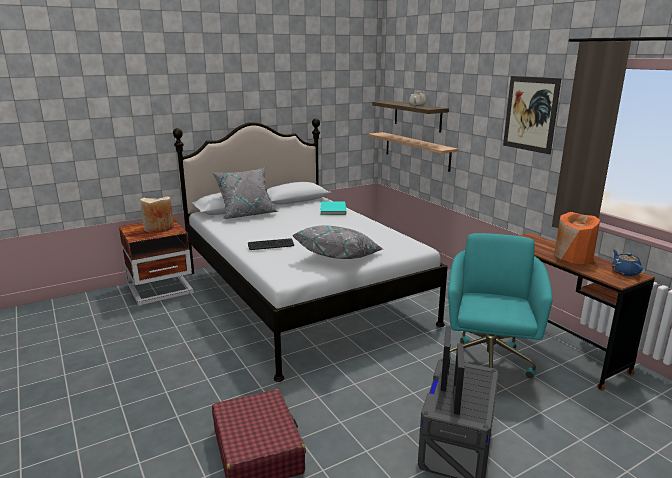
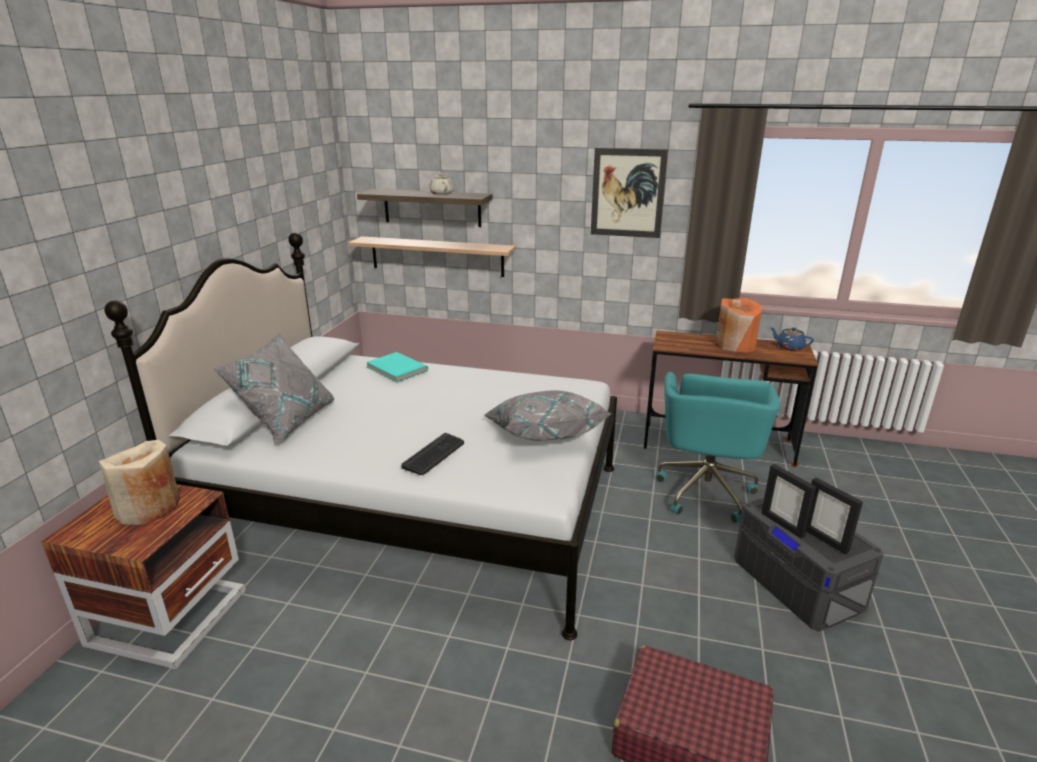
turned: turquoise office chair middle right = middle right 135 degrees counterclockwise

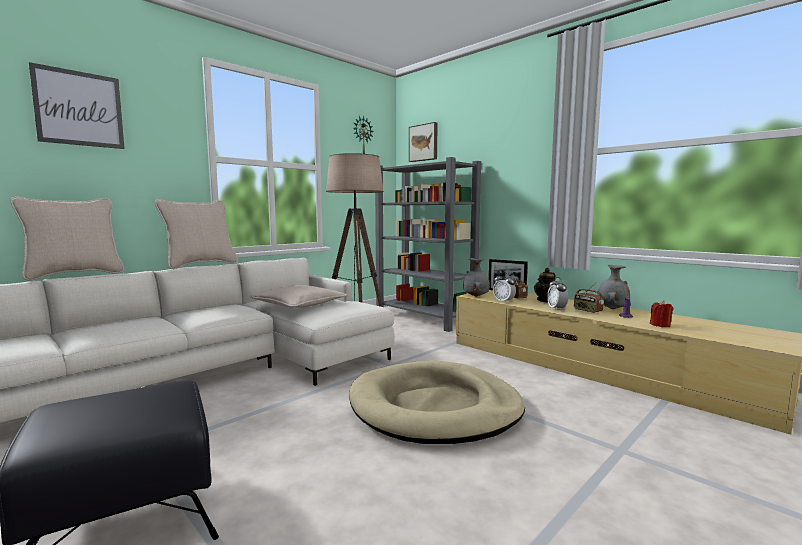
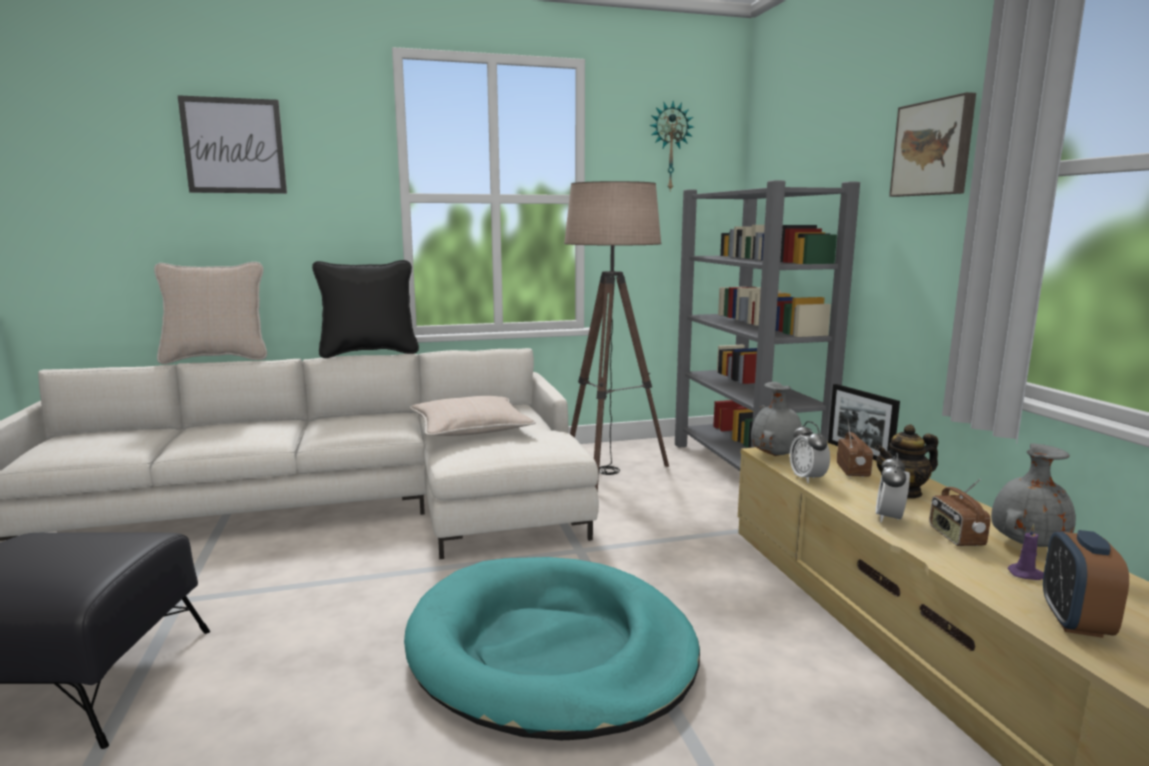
moved: picture (2nd from left) top centre to top right
replaced: red candle middle right to alarm clock (3rd from left) bottom right
recoloured: beige pillow (2nd from left) middle left to black pillow middle left; beige dog bed bottom centre to turquoise dog bed bottom centre

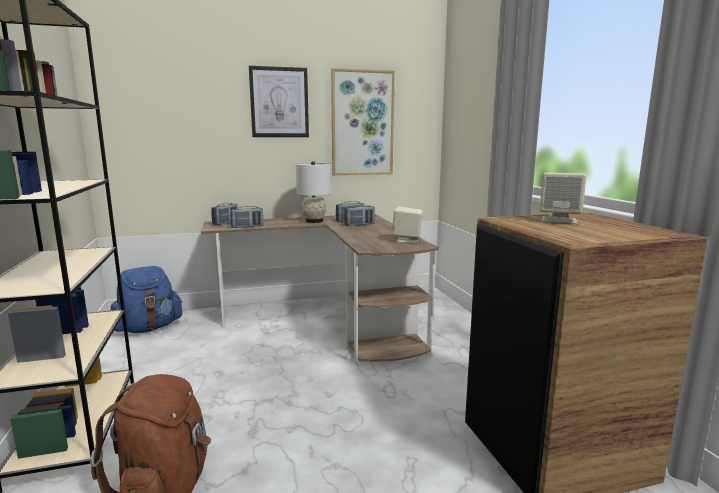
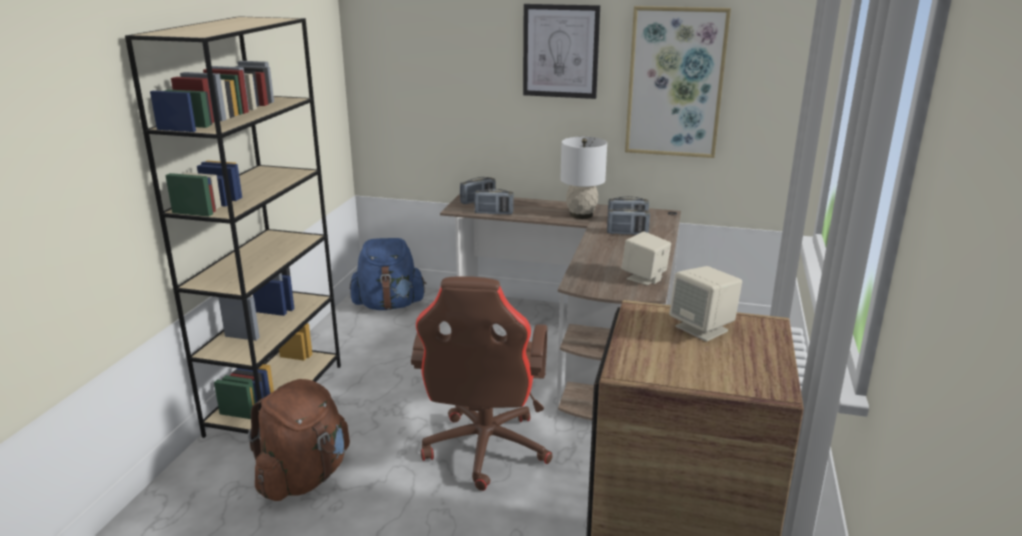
added: brown office chair bottom centre

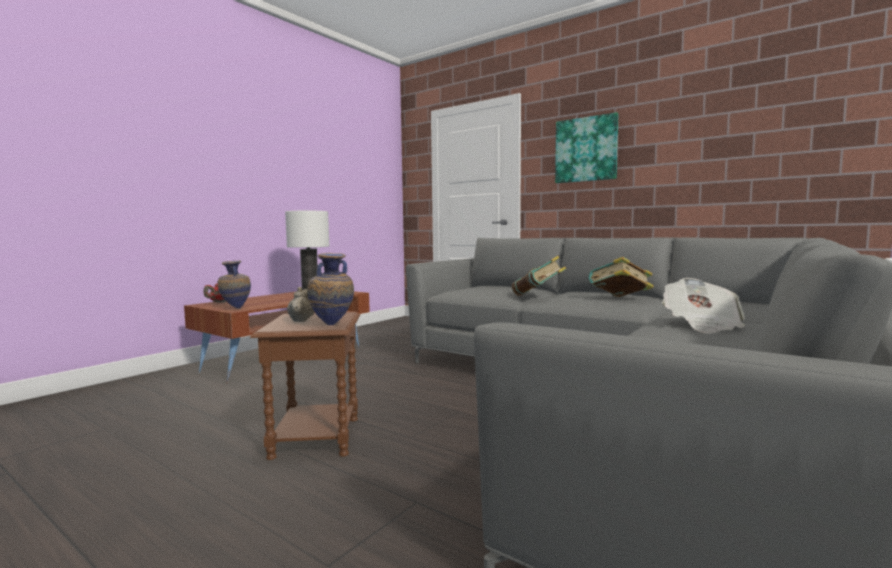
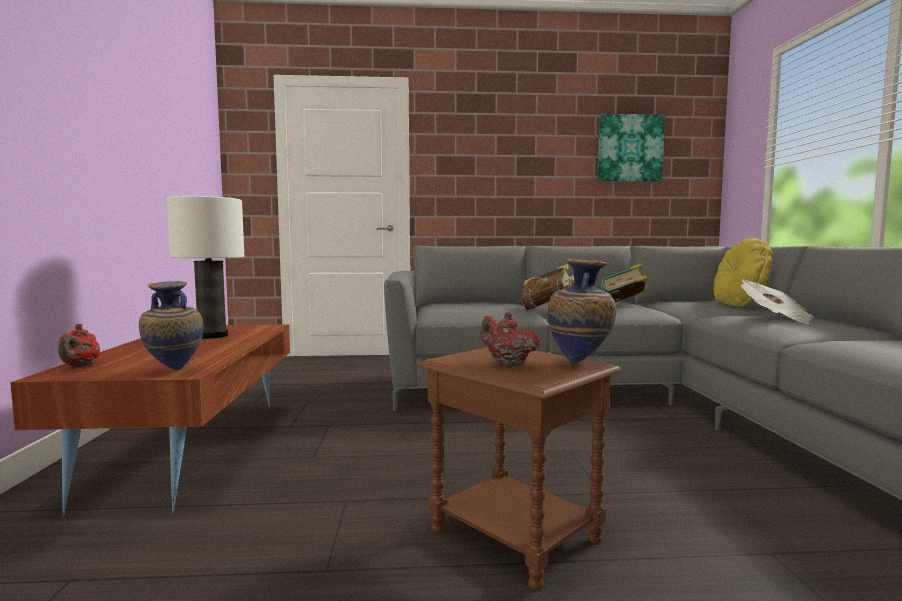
added: yellow pillow middle right
moved: picture top centre to top right
recoloured: beige teapot centre to red teapot (2nd from left) centre

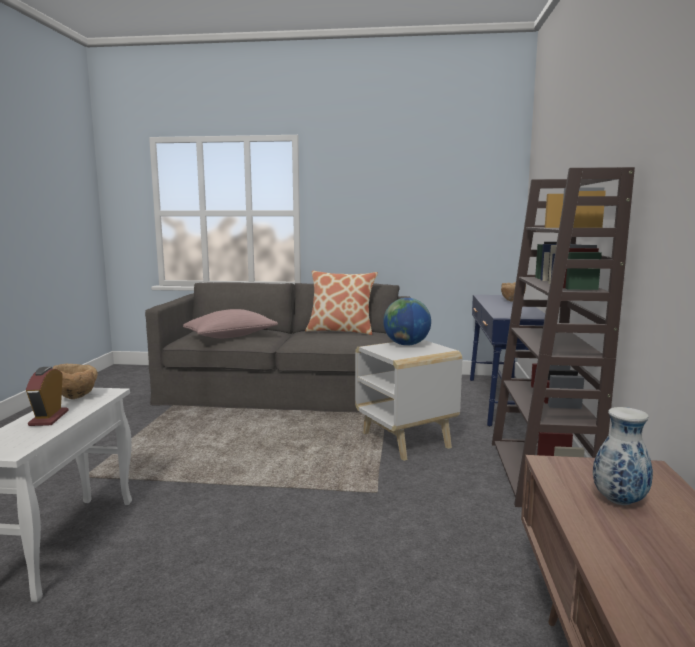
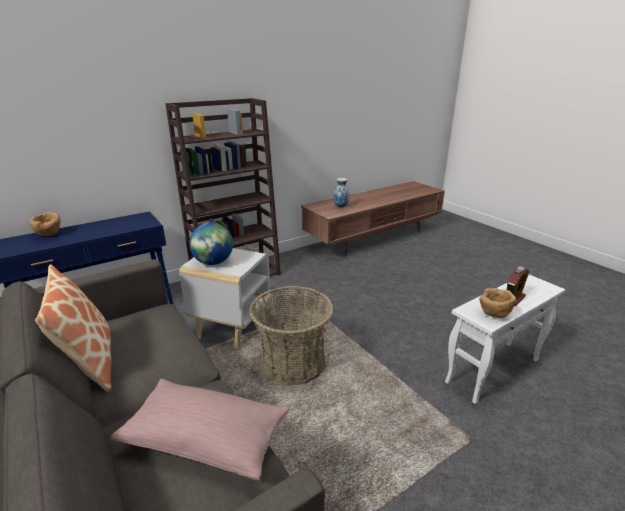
added: basket centre

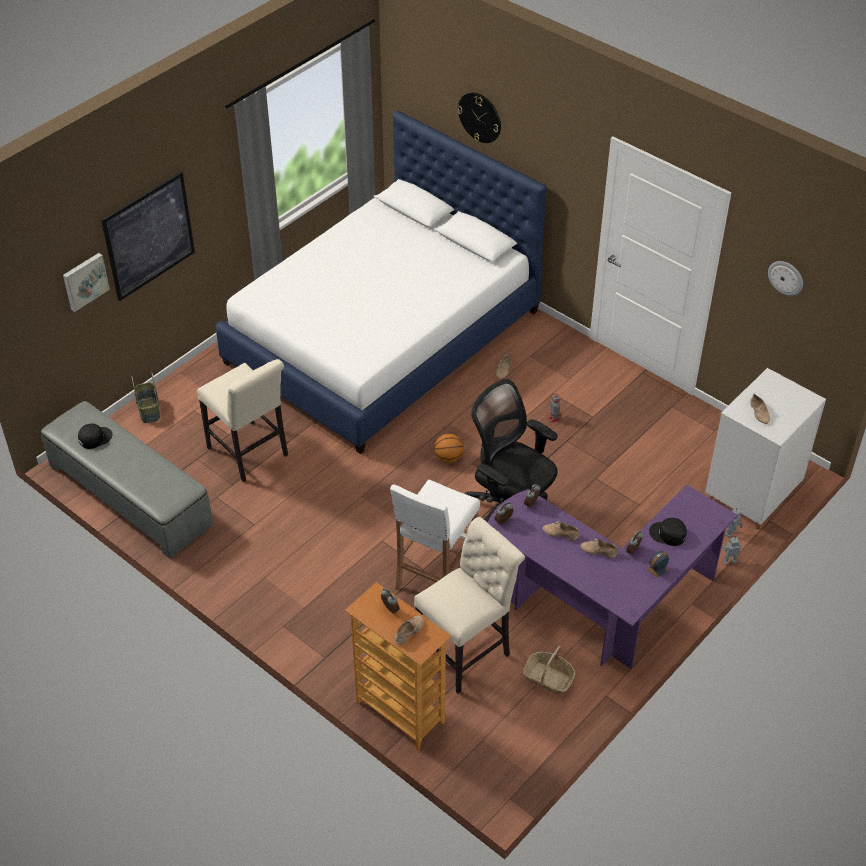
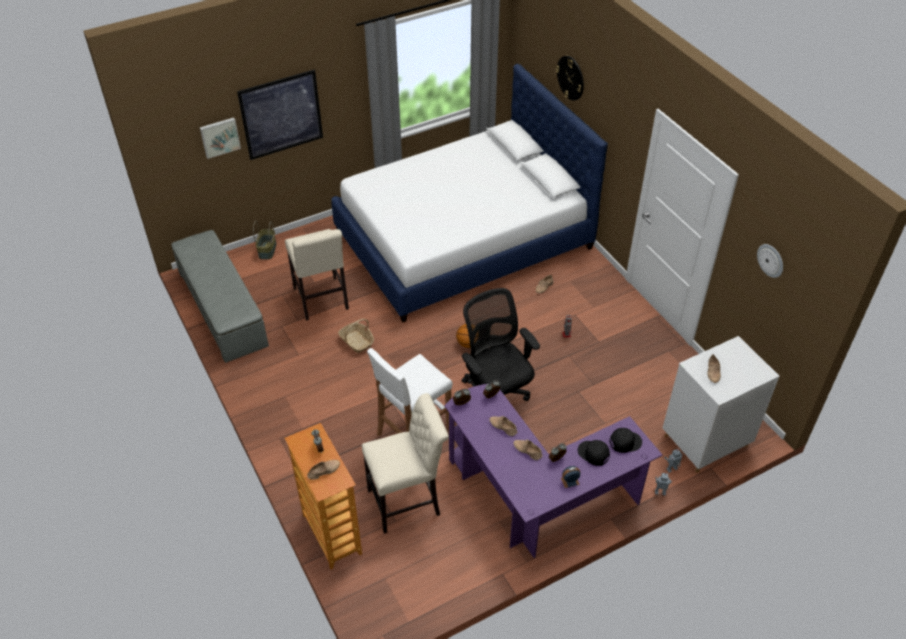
moved: basket (2nd from left) bottom centre to centre; black cap (1st from left in the first image) middle left to black cap (2nd from left) bottom right

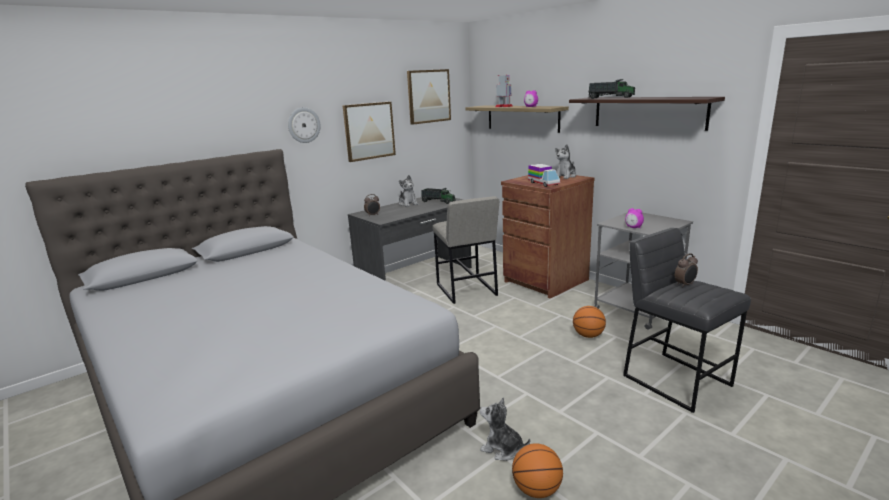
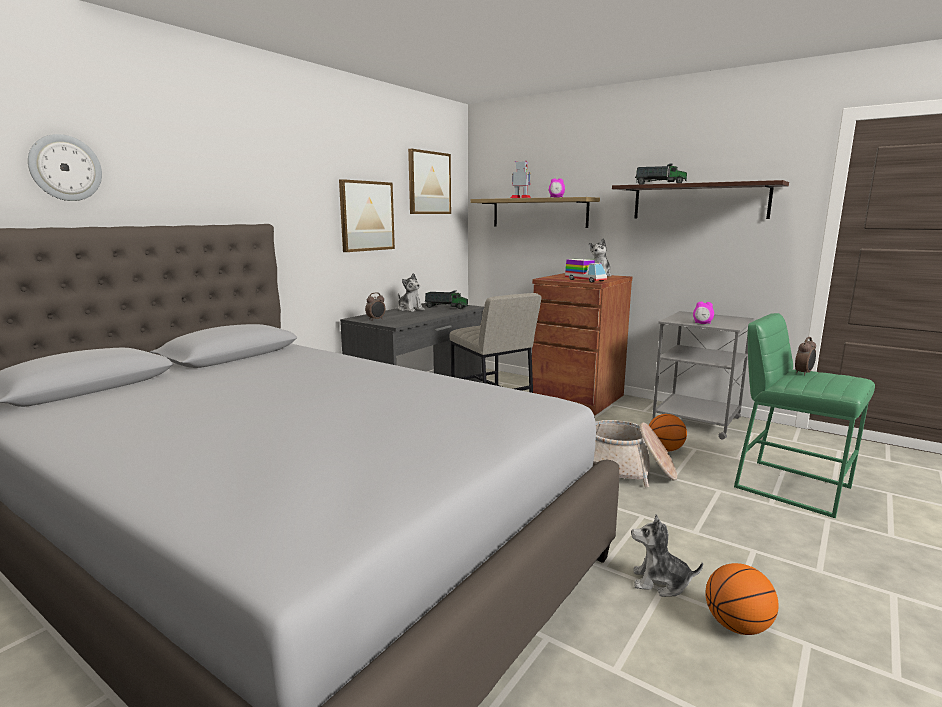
added: basket middle right
moved: wall clock top centre to top left
recoloured: grey stool middle right to green stool middle right

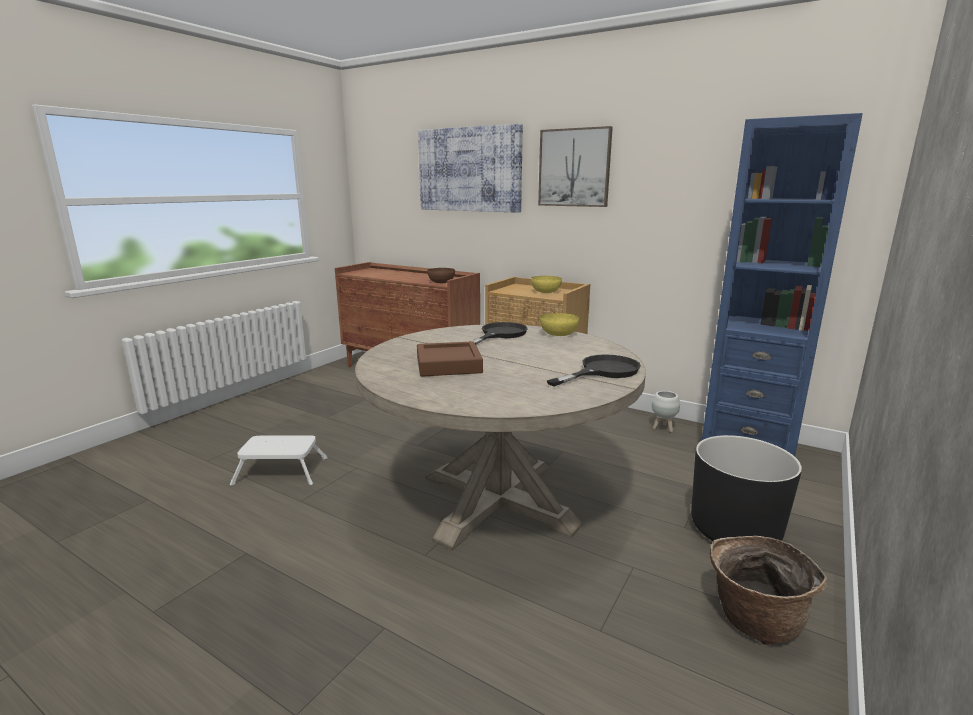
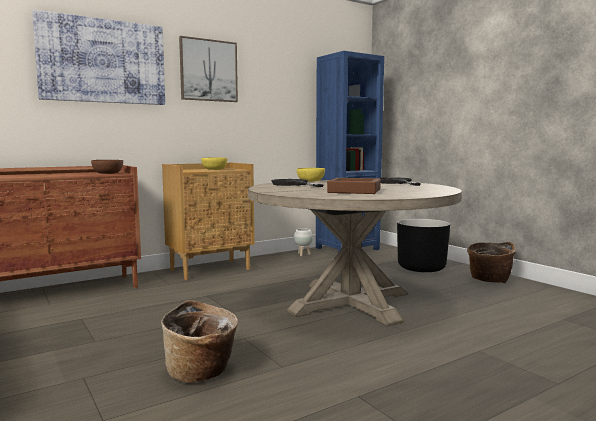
replaced: white step ladder middle left to basket (1st from left) bottom centre

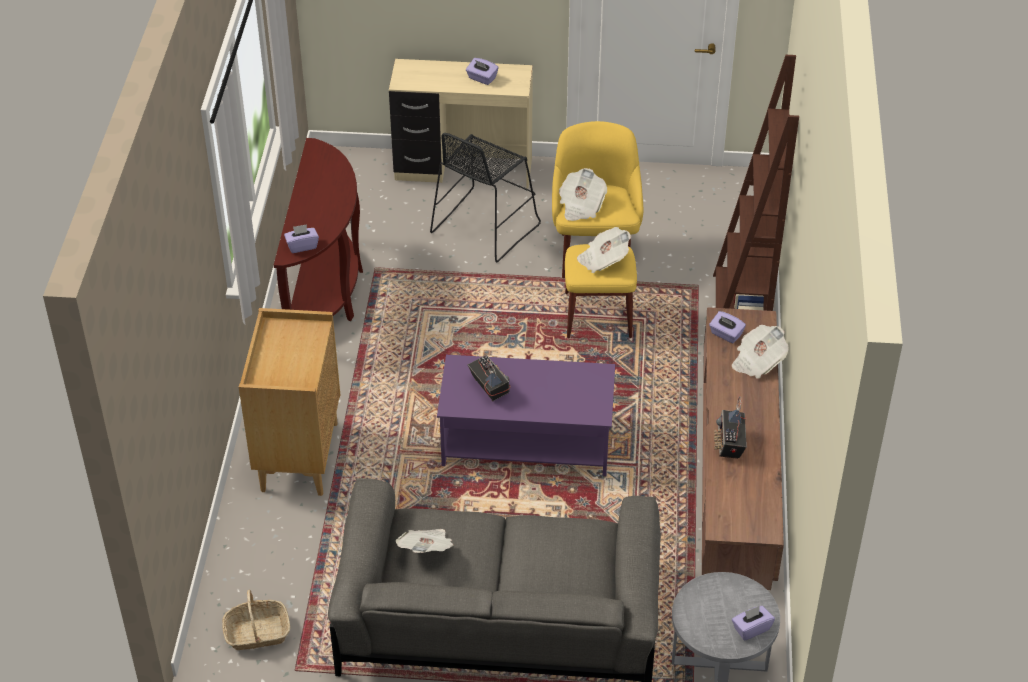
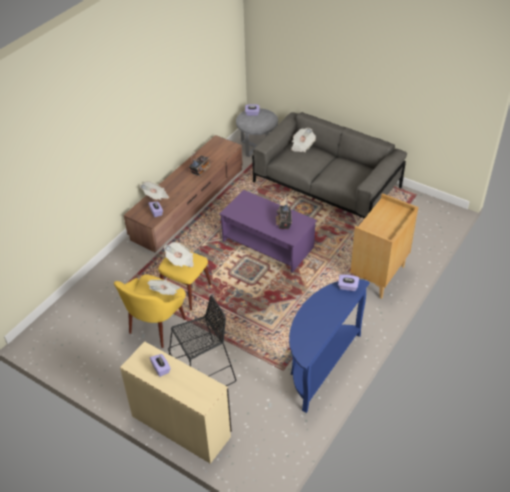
removed: basket bottom left; brown bookcase top right
moved: newspaper (1st from left in the first image) bottom centre to newspaper (4th from left) top centre
recoloured: brown console table middle left to blue console table bottom centre

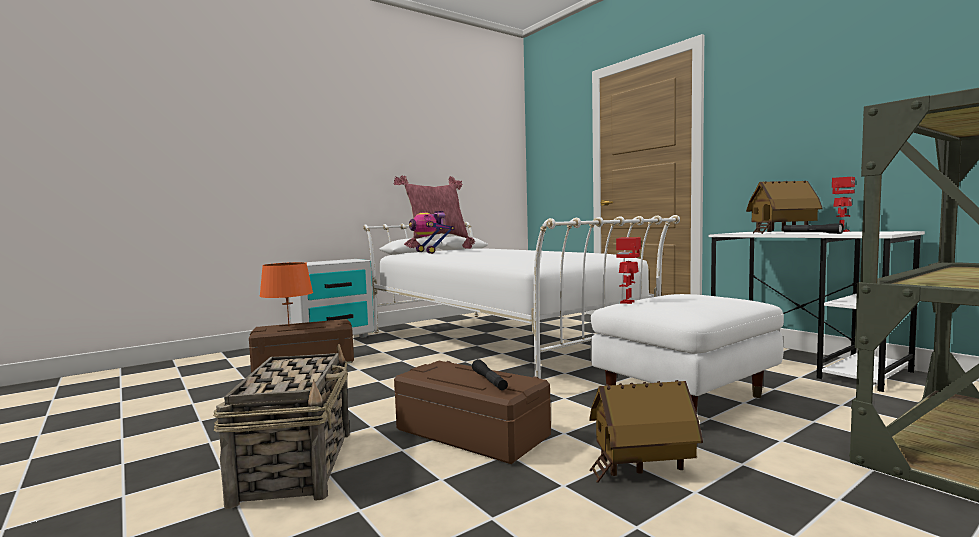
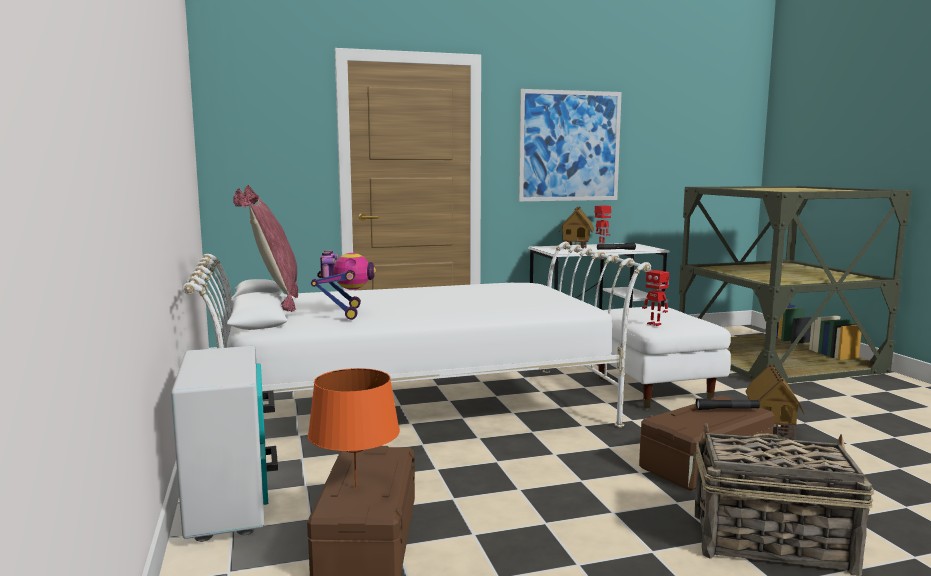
added: picture top centre
turned: toy robot (1st from left) centre = centre 90 degrees counterclockwise

